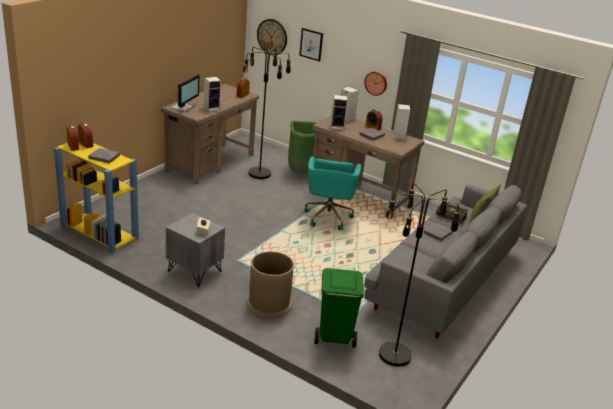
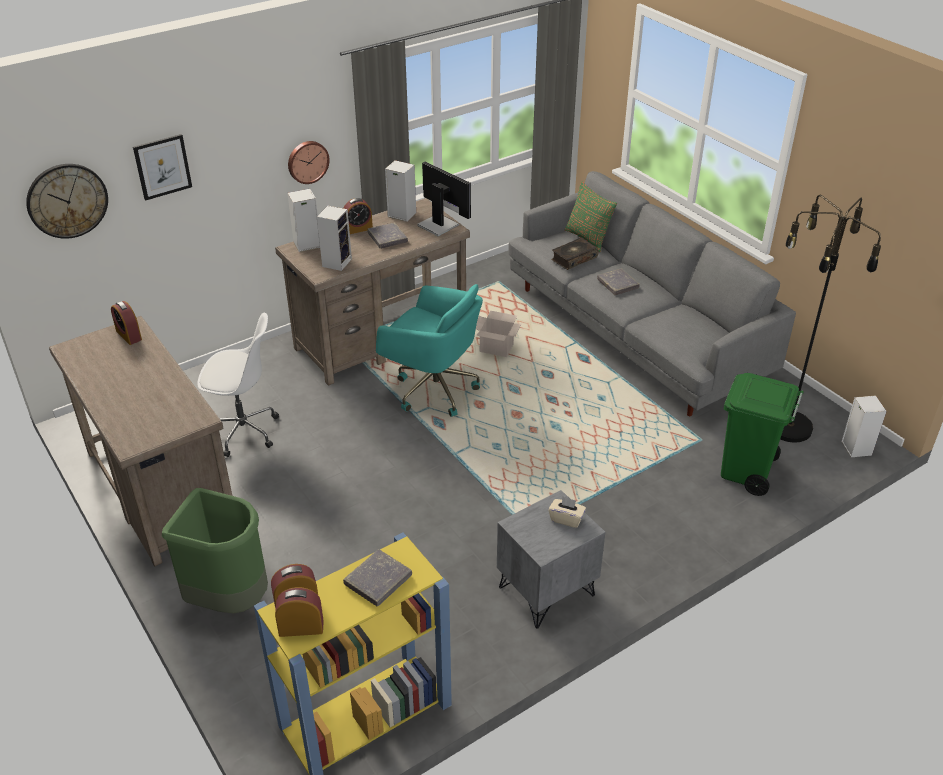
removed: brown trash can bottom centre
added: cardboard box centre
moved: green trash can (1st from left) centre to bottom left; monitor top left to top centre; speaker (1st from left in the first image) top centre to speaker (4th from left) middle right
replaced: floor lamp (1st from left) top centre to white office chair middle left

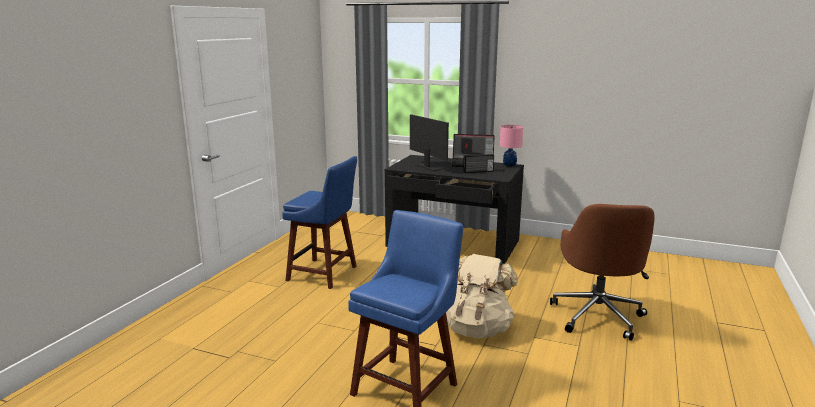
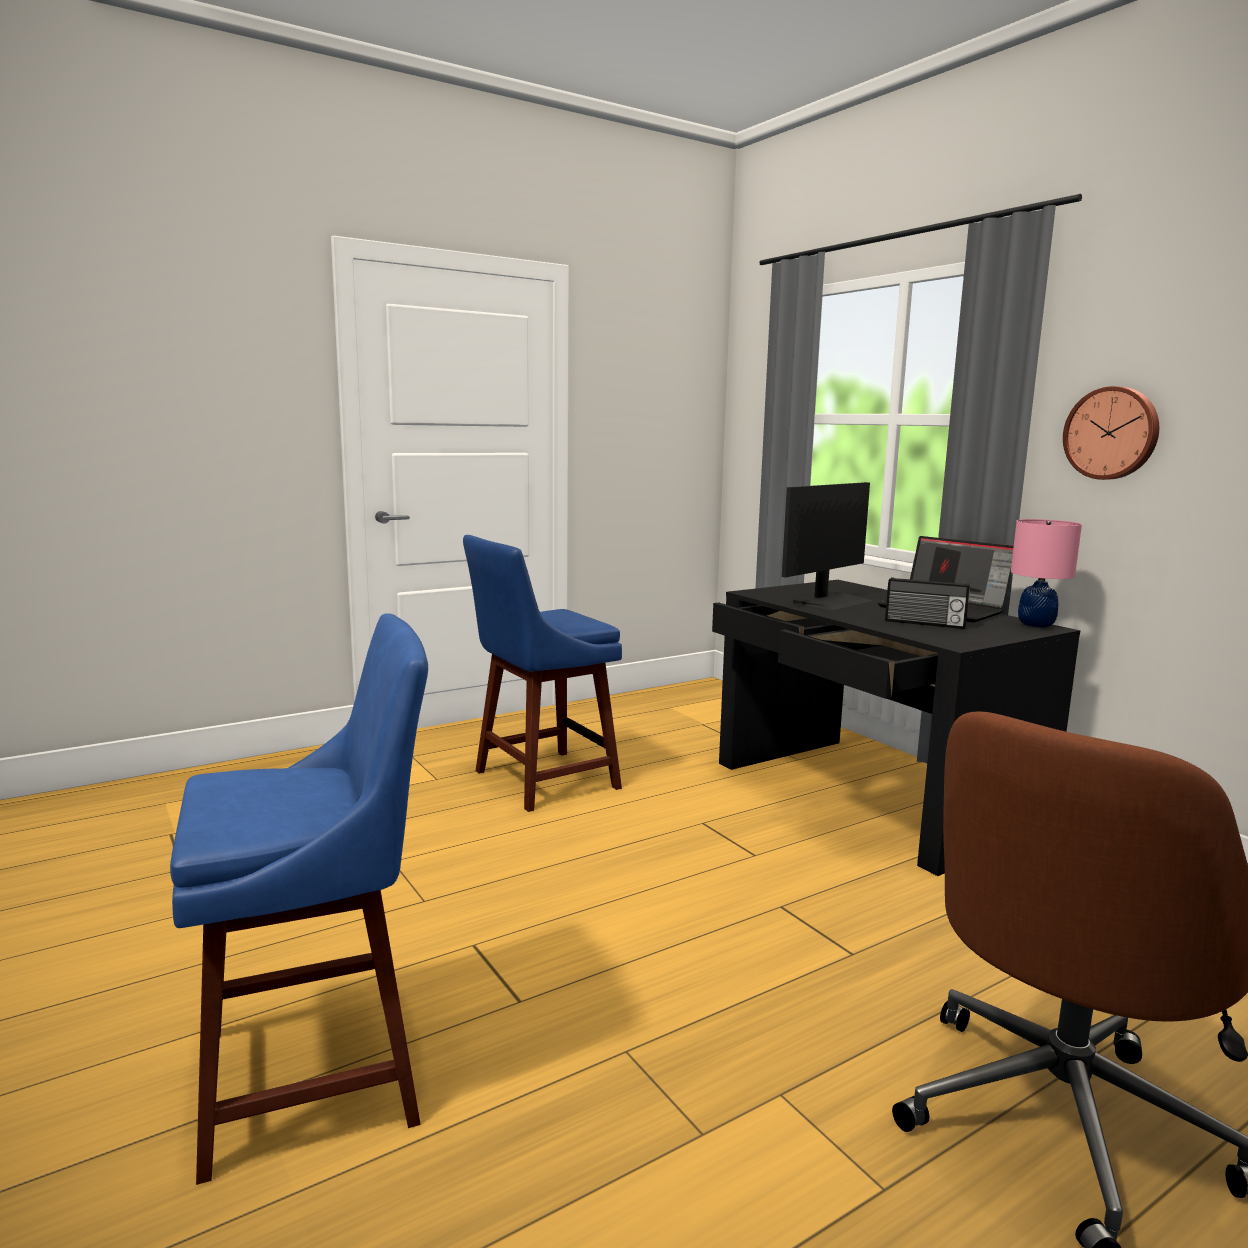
removed: beige backpack bottom centre
added: wall clock middle right
turned: blue chair (1st from left in the first image) centre = centre 90 degrees clockwise; monitor centre = centre 45 degrees clockwise

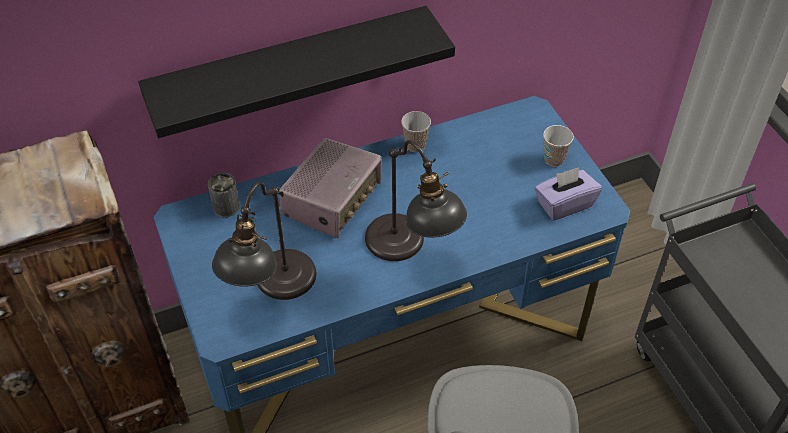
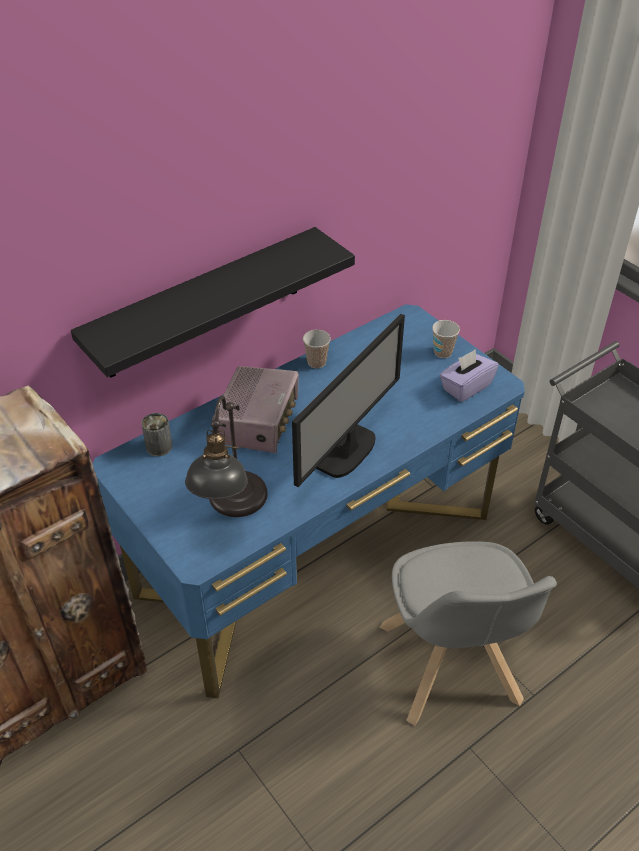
replaced: grey table lamp (2nd from left) centre to monitor centre

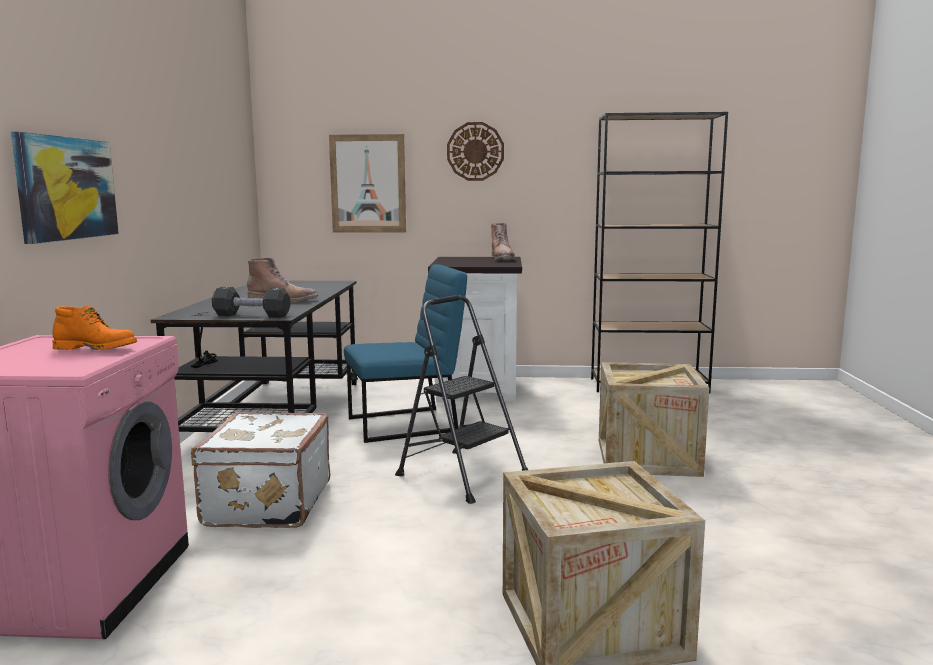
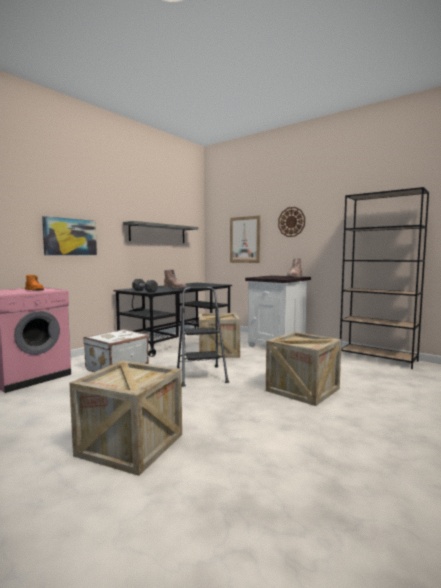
added: grey shelf centre
replaced: blue chair centre to crate (2nd from left) centre

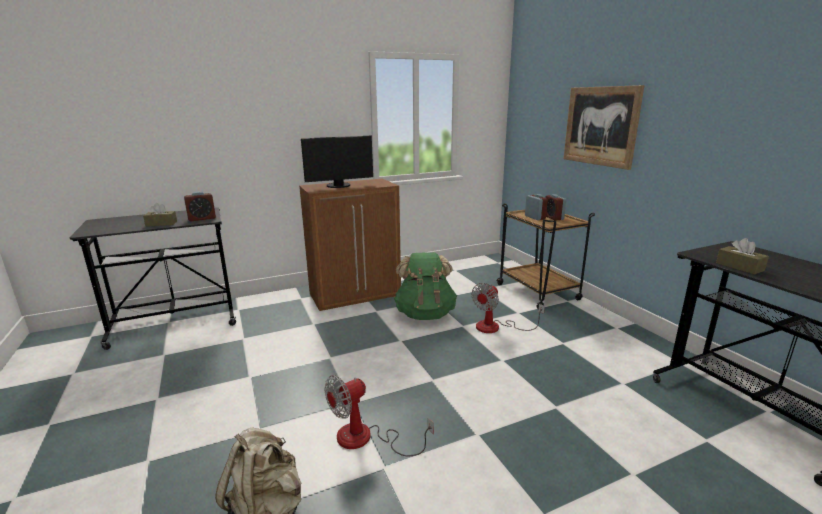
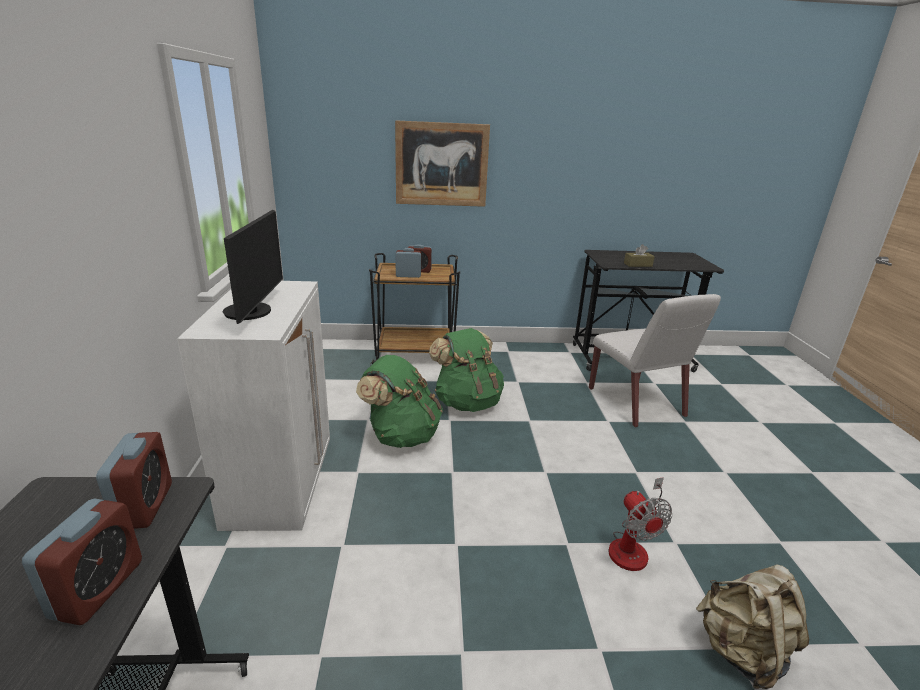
added: white chair middle right
replaced: brown tissue box (1st from left) middle left to alarm clock (1st from left) bottom left; fan (2nd from left) centre to green backpack (2nd from left) centre
recoloured: brown cabinet centre to white cabinet middle left

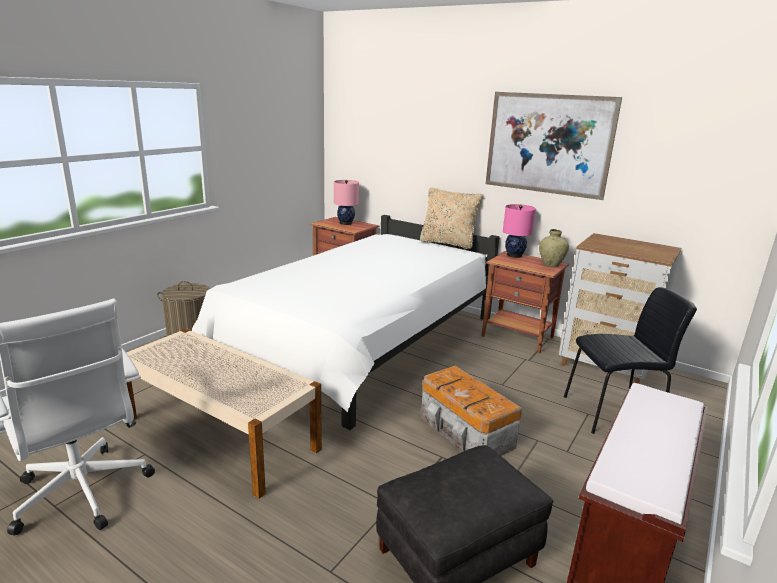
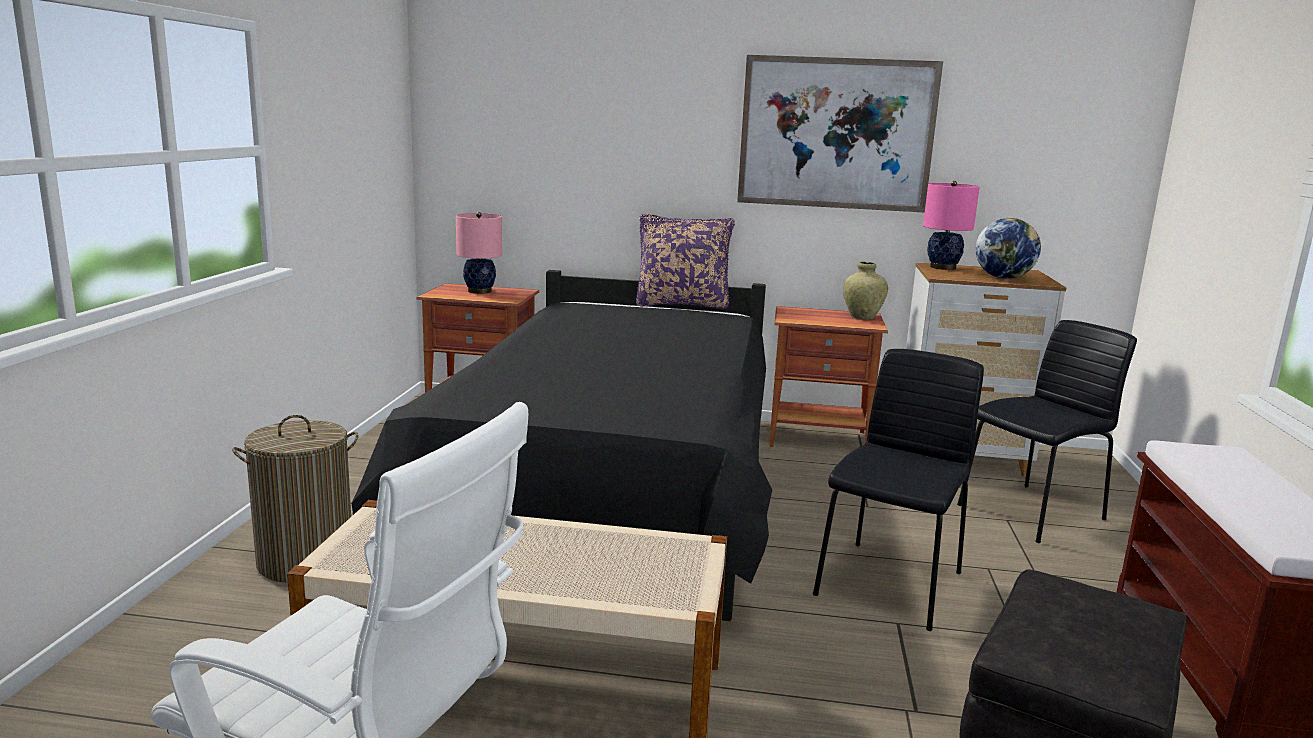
added: globe middle right
moved: pink table lamp (2nd from left) middle right to top right
replaced: storage box bottom centre to black chair (1st from left) middle right
recoloured: white bed centre to black bed centre; beige pillow centre to purple pillow centre

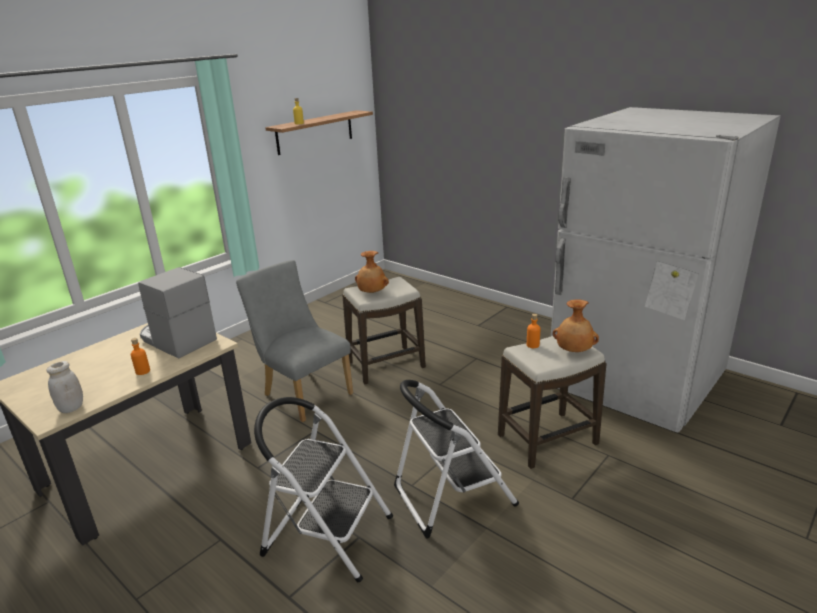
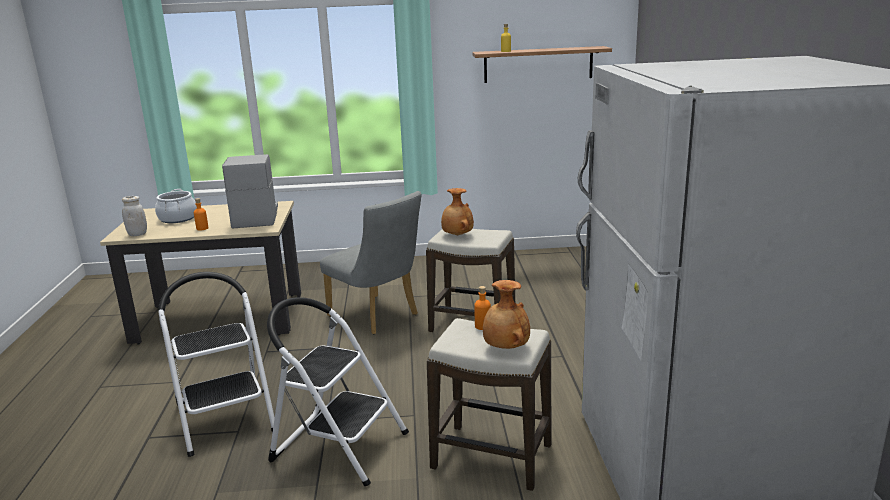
added: cooking pot middle left
turned: grey chair centre = centre 135 degrees clockwise

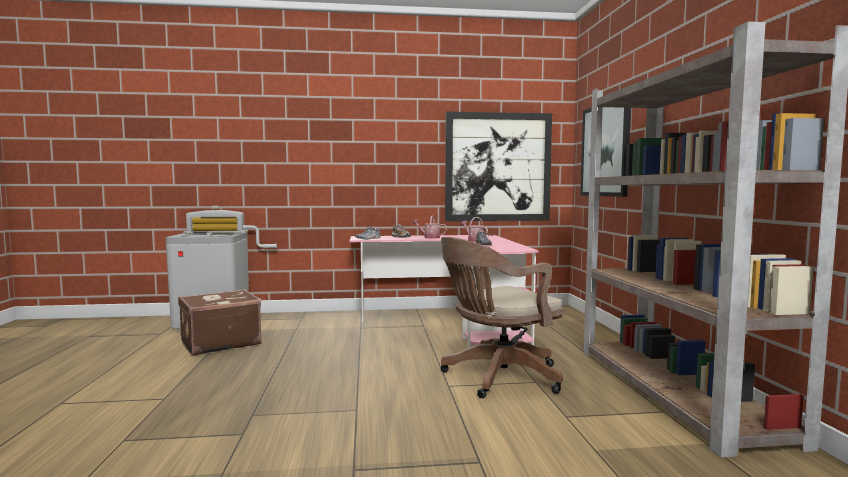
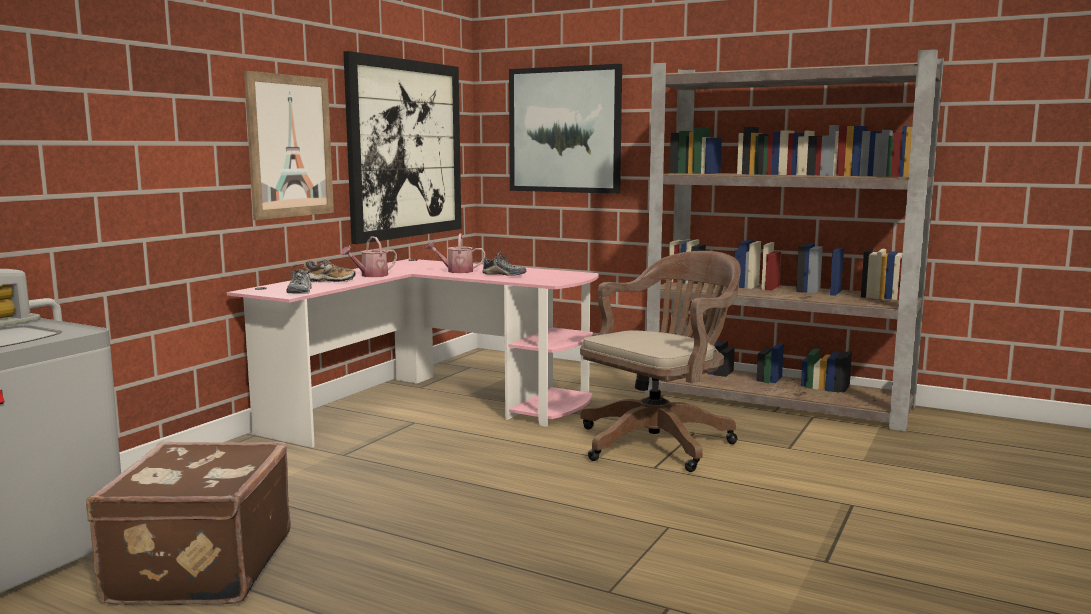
added: picture (1st from left) top left
turned: brown office chair centre = centre 135 degrees counterclockwise

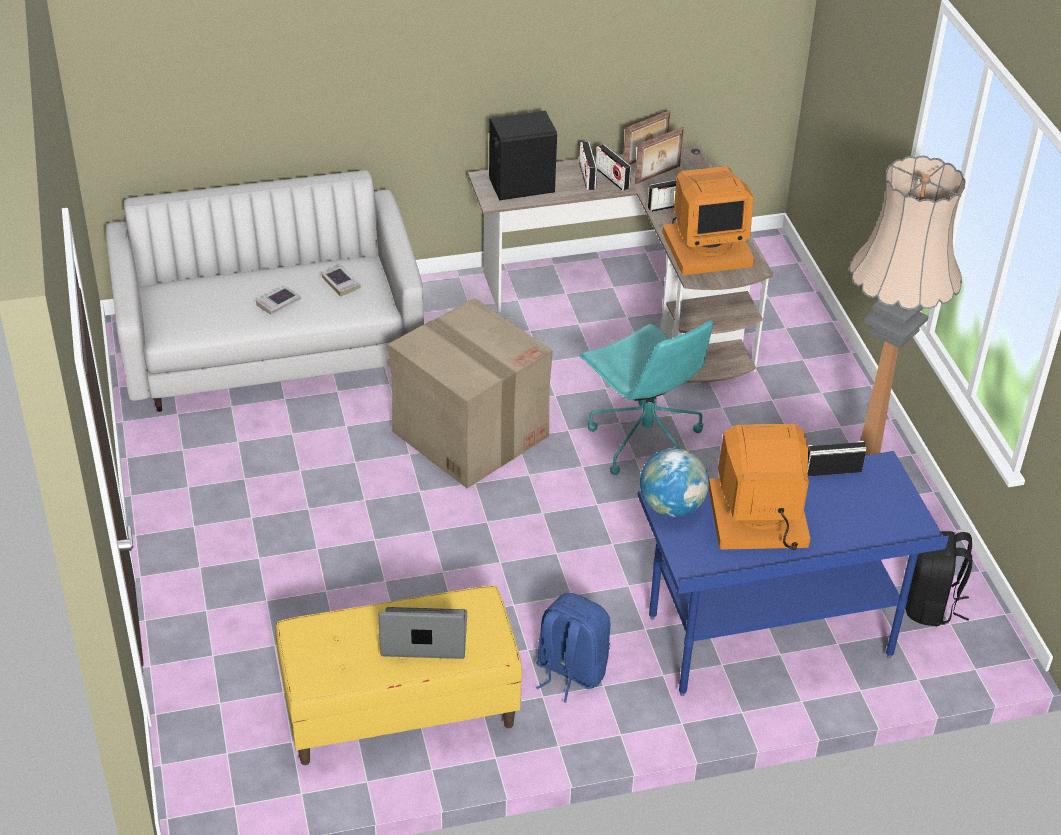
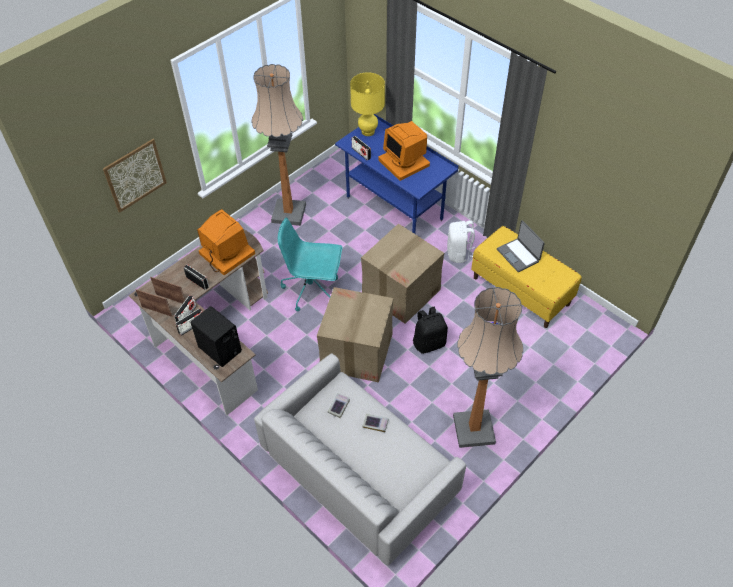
removed: globe centre
added: picture top left; yellow table lamp top centre; cardboard box (2nd from left) centre; floor lamp (2nd from left) centre
moved: black backpack bottom right to centre
recoloured: blue backpack bottom centre to white backpack centre
turned: turquoise office chair centre = centre 105 degrees counterclockwise

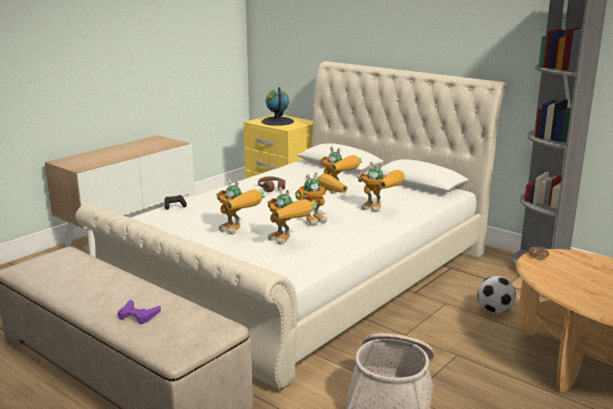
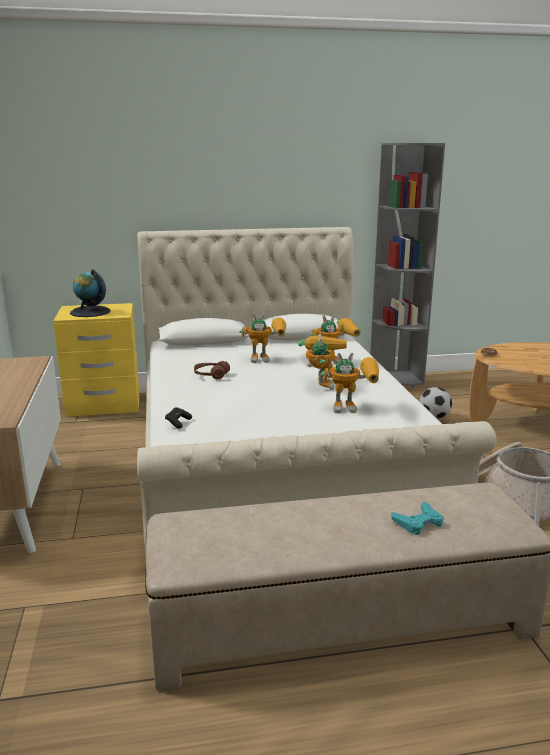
removed: toy robot (1st from left) centre
recoloured: purple game controller bottom left to turquoise game controller bottom right

